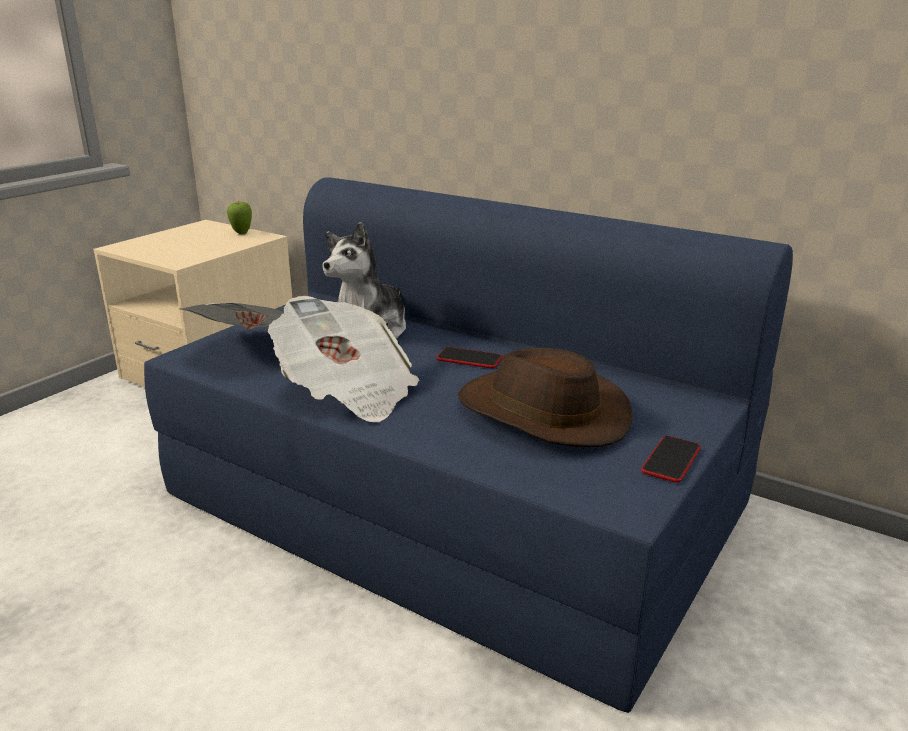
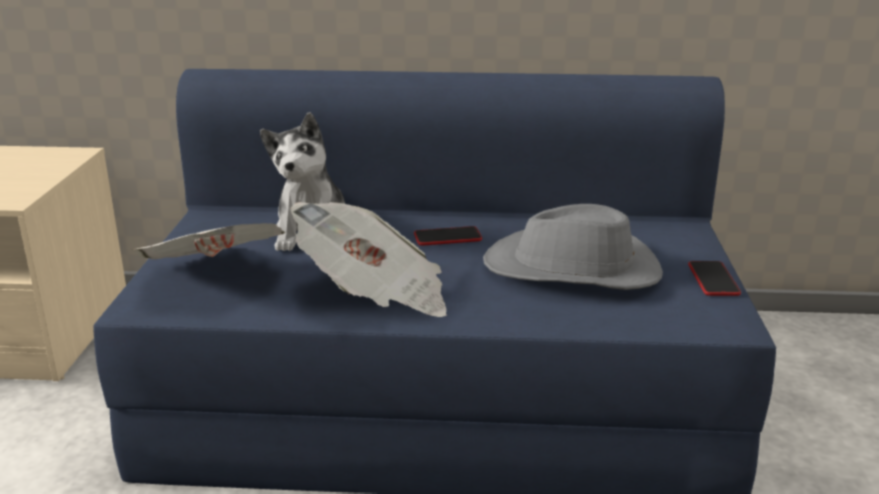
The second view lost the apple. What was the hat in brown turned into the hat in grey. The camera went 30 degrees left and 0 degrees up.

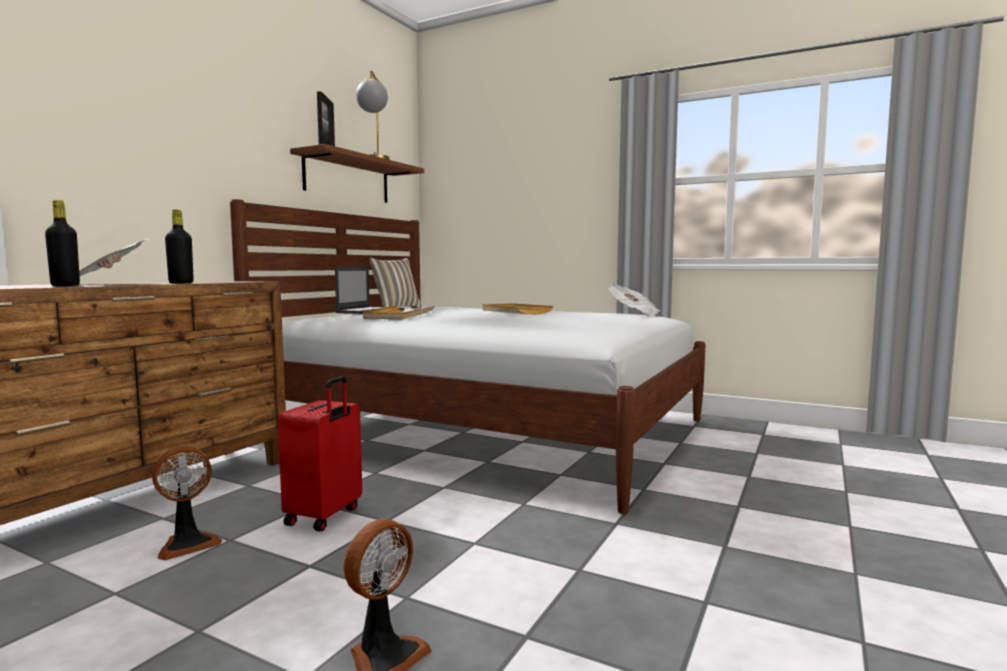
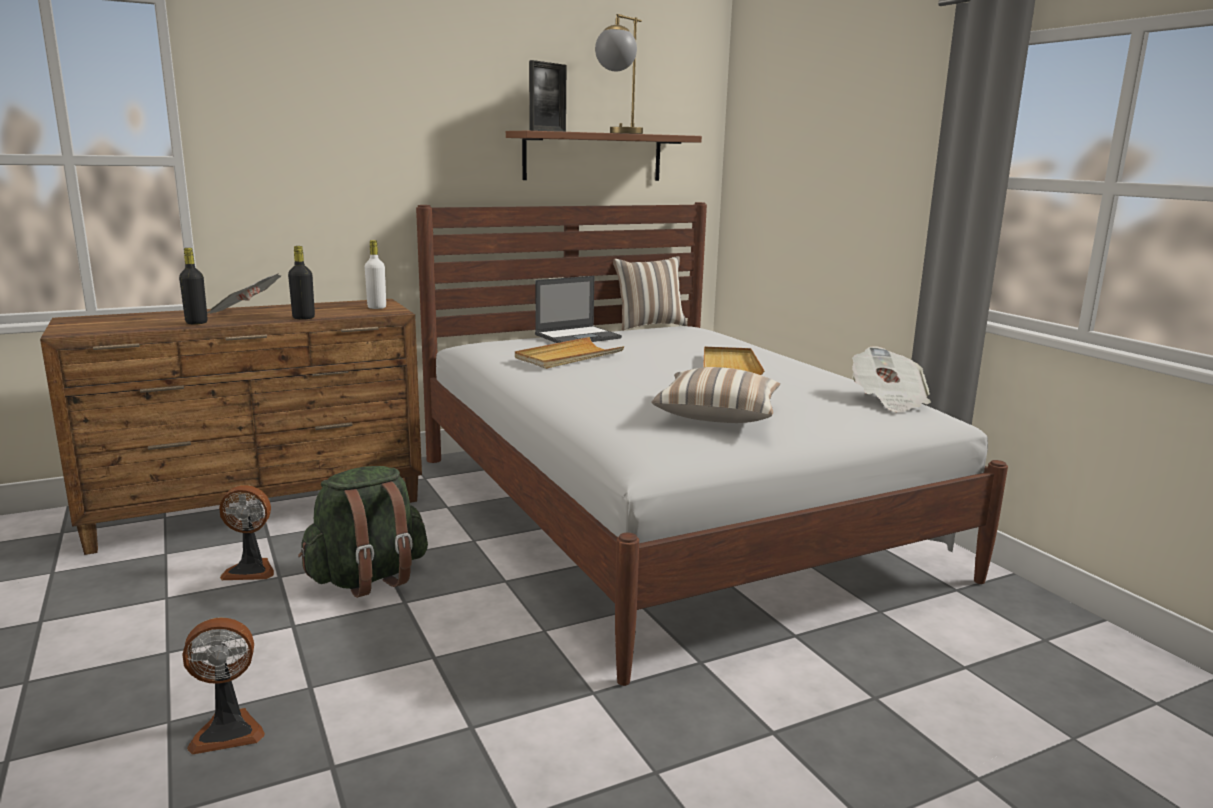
The second view gained the bottle in white. The second view gained the pillow (2nd from left). Where the suitcase in red stood, the backpack in green came to stand. The camera went 35 degrees right and 10 degrees up.

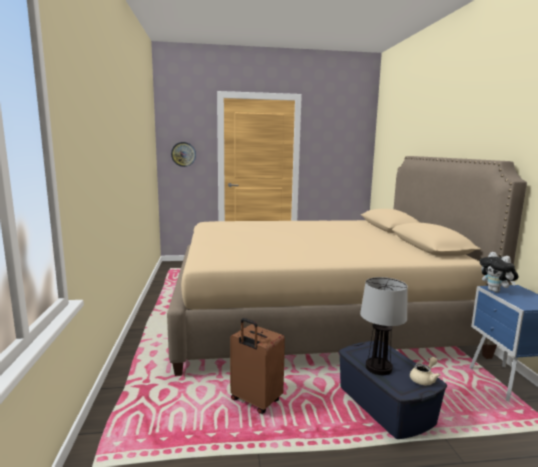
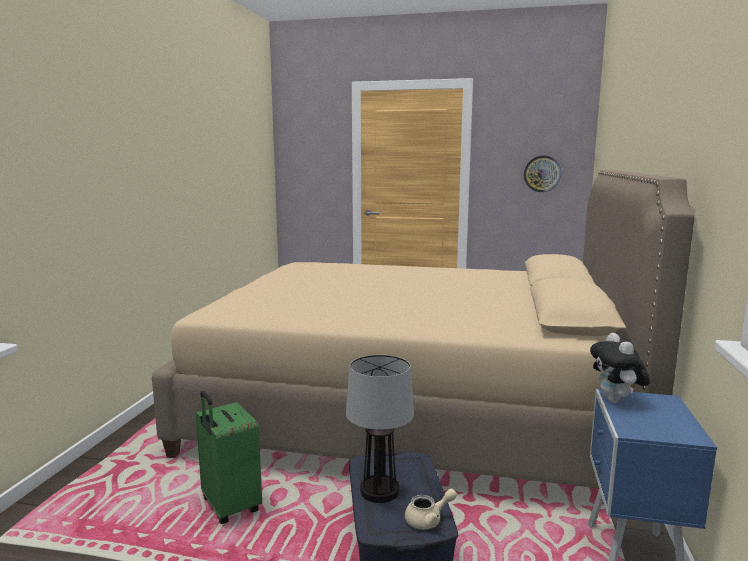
The wall clock ended up elsewhere. What was the suitcase in brown turned into the suitcase in green. The camera went 20 degrees right and 0 degrees up.

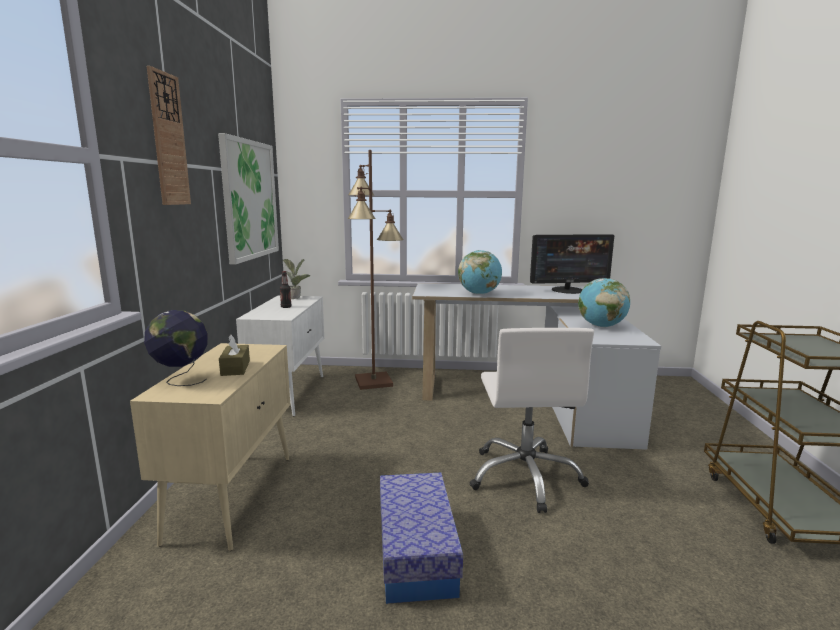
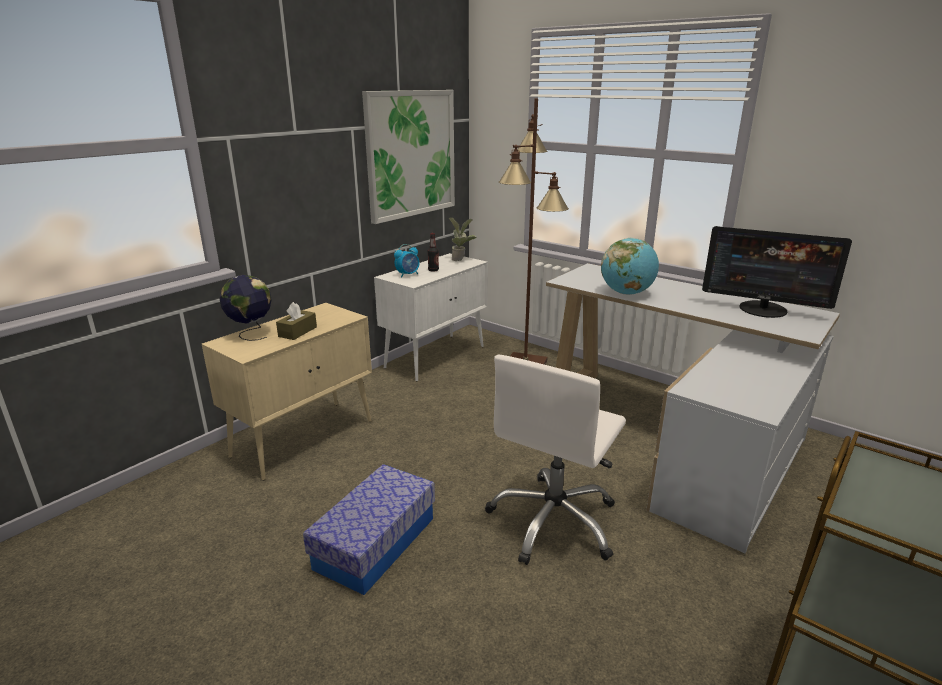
The second view lost the wall clock. The second view lost the globe (3rd from left). The second view gained the alarm clock. The camera went 35 degrees right and 10 degrees up.

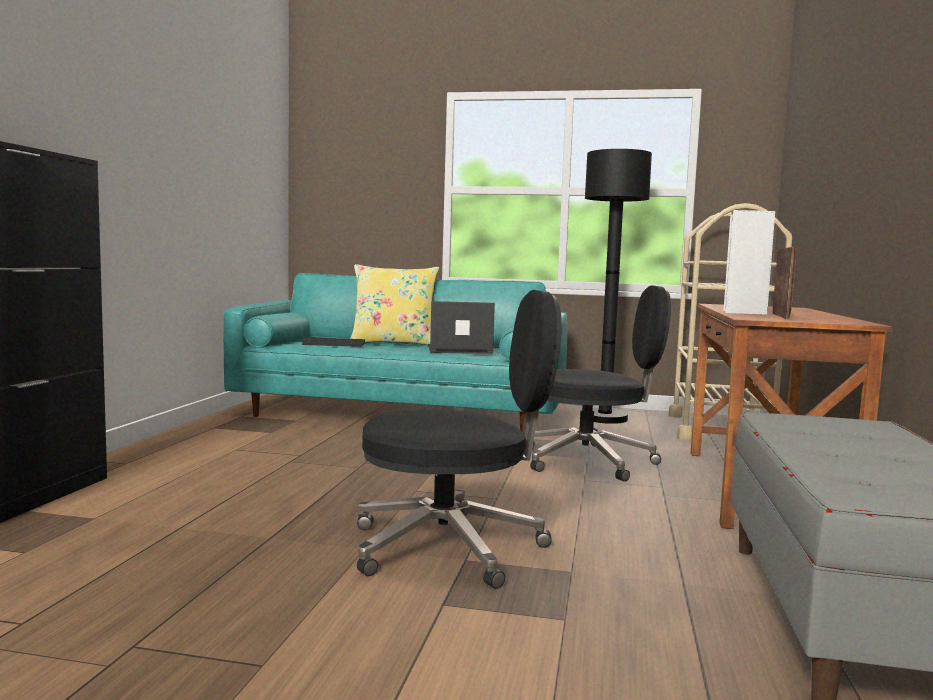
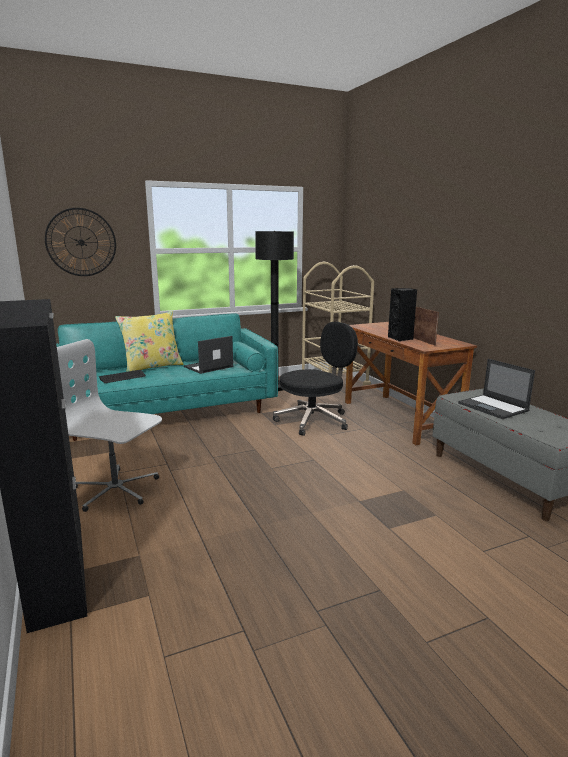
The second view lost the office chair in black (1st from left). The second view gained the wall clock. The second view gained the office chair in white. The second view gained the laptop (2nd from left). What was the speaker in white turned into the speaker in black. The camera went 35 degrees left and 10 degrees up.

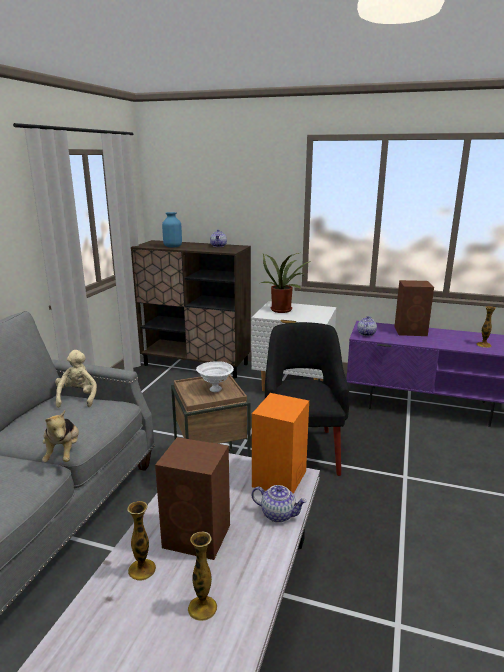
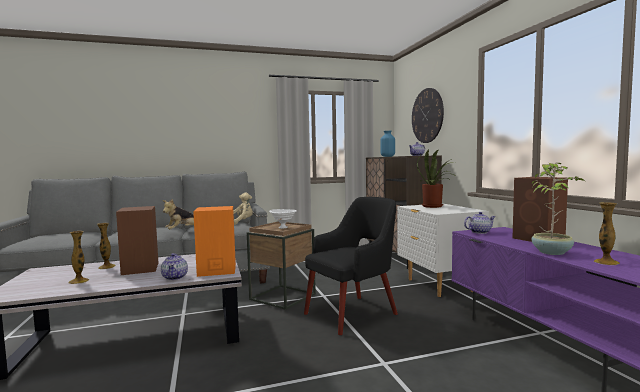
The second view gained the wall clock. The second view gained the potted plant (2nd from left). The camera went 55 degrees right and 15 degrees down.

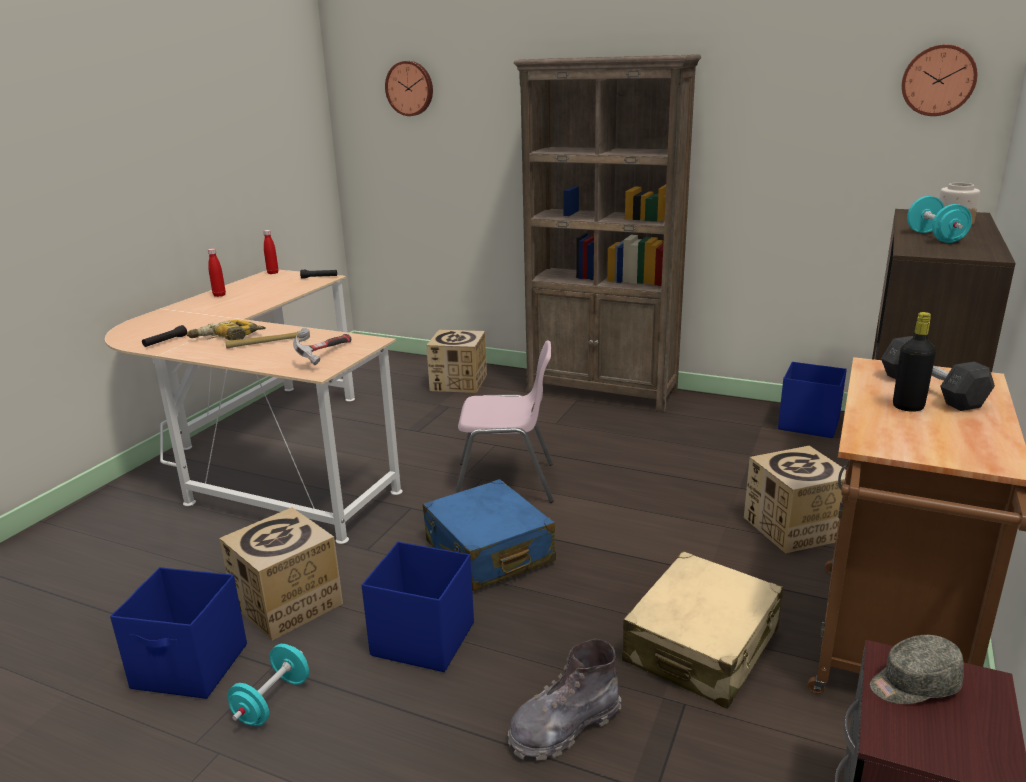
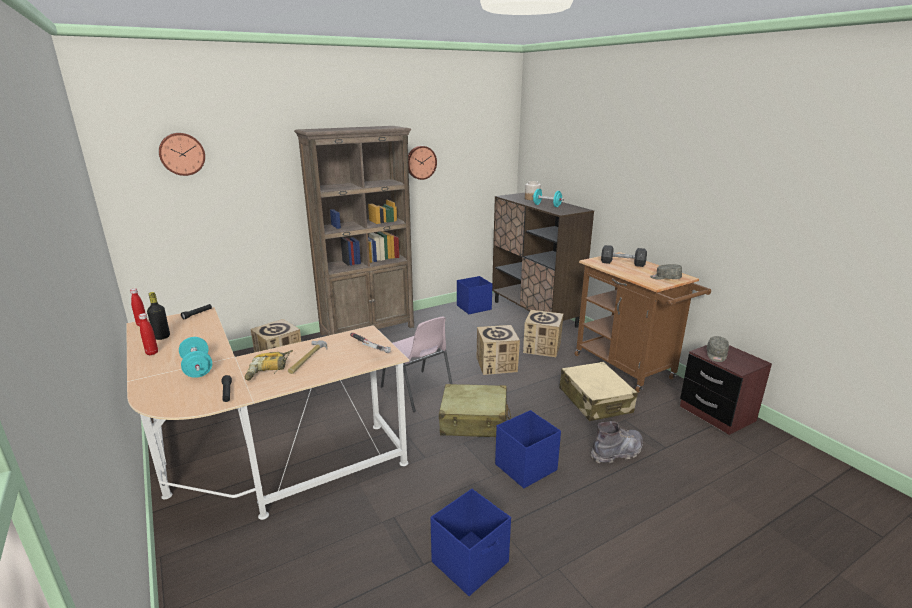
The second view gained the cap in grey (1st from left). The cardboard box (1st from left in the first image) ended up elsewhere. The dumbbell in turquoise (1st from left) ended up elsewhere. The bottle in black ended up elsewhere. The wall clock (2nd from left) ended up elsewhere. What was the suitcase in blue turned into the suitcase in beige (1st from left). The chair in pink ended up facing another way, 105 degrees clockwise from before. The boot in grey ended up facing another way, 120 degrees counterclockwise from before. The camera went 55 degrees left and 0 degrees up.

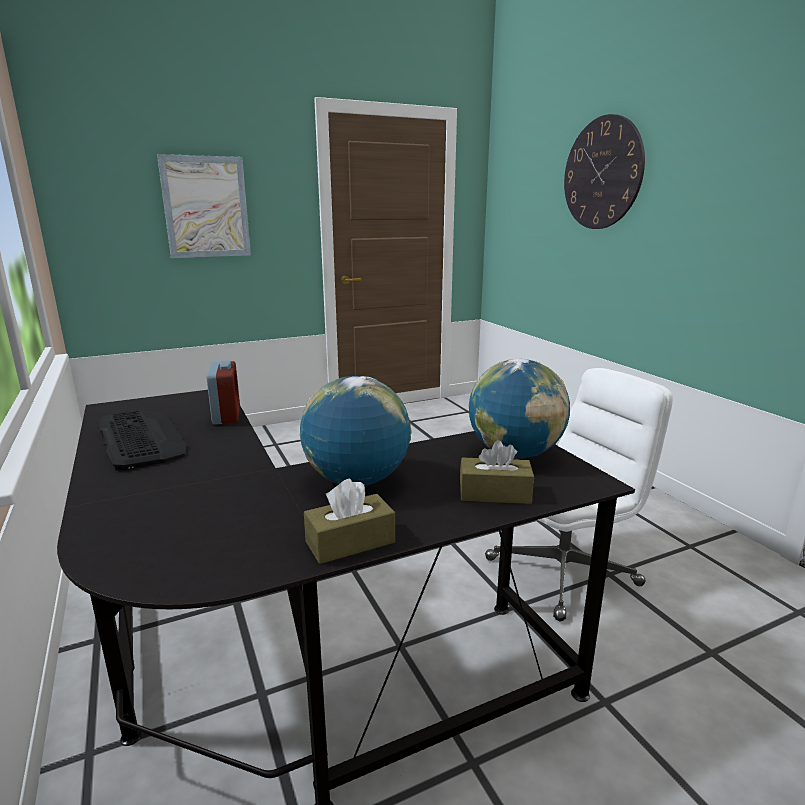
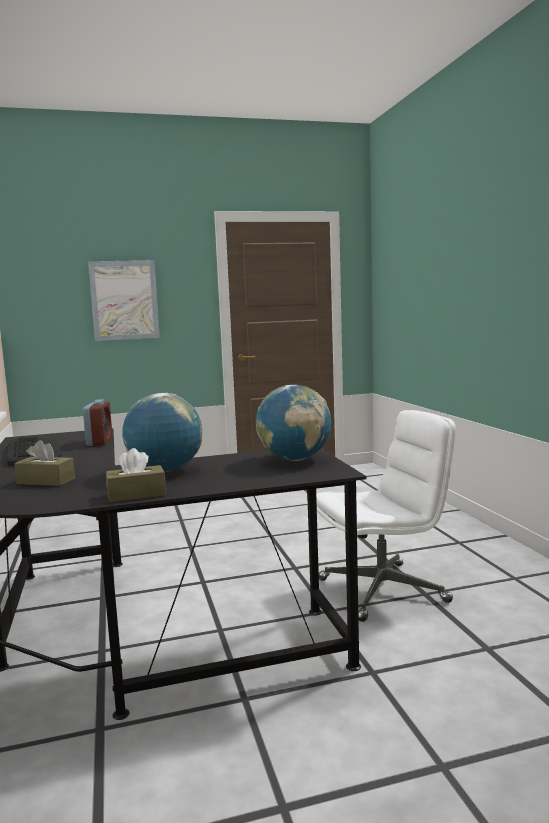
The second view lost the wall clock. The tissue box in brown (2nd from left in the first image) ended up elsewhere. The camera went 10 degrees right and 10 degrees down.

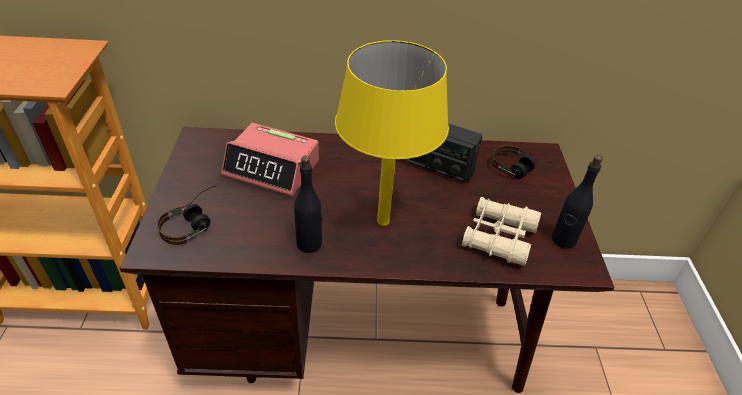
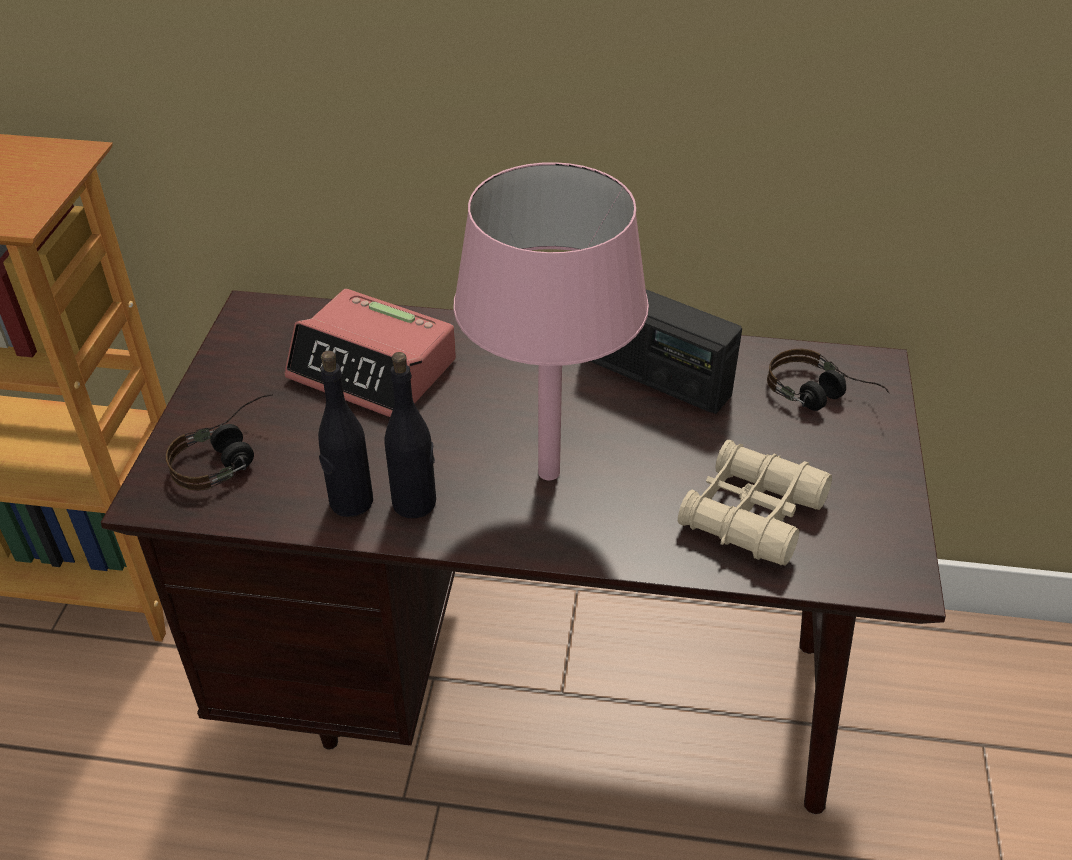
The bottle in black (2nd from left in the first image) ended up elsewhere. What was the table lamp in yellow turned into the table lamp in pink. The camera went 10 degrees right and 0 degrees up.

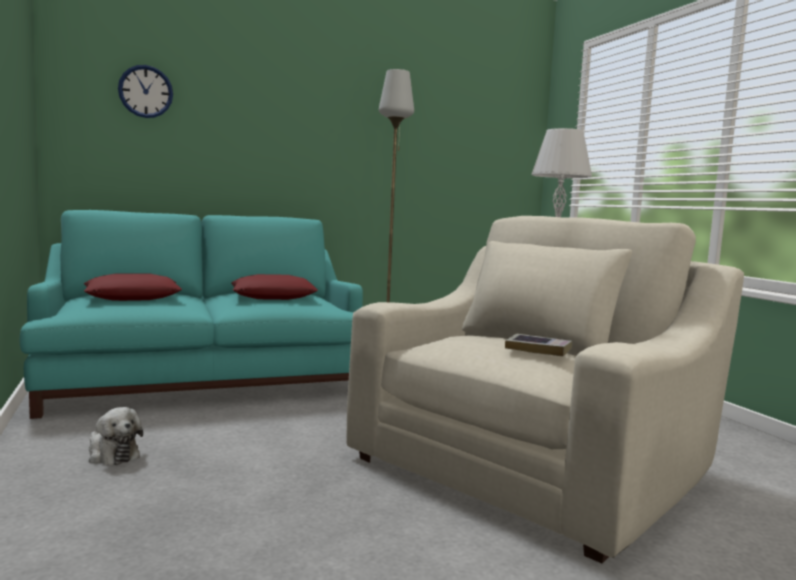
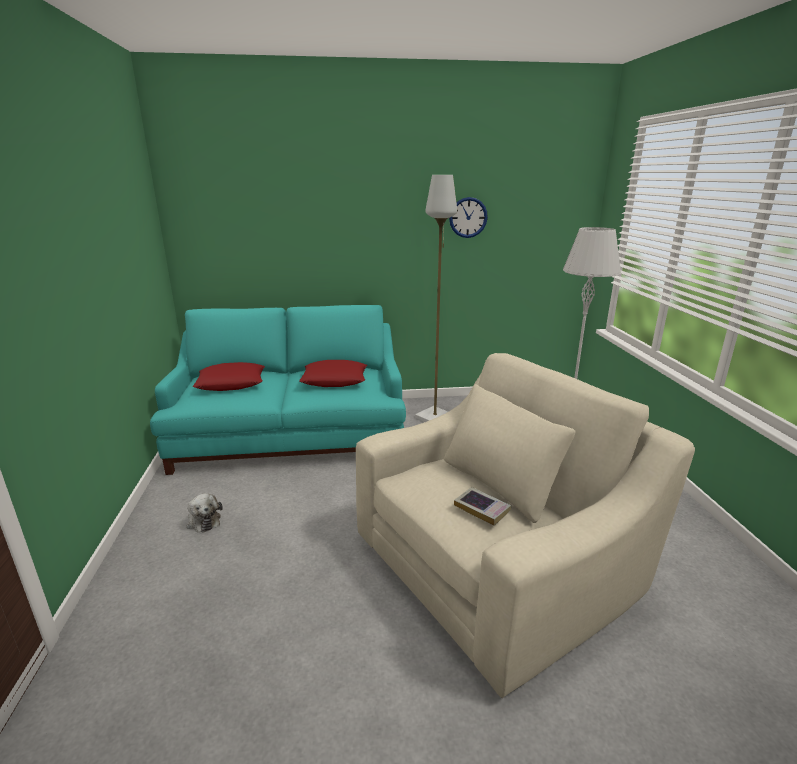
The wall clock ended up elsewhere. The camera went 15 degrees right and 15 degrees up.

